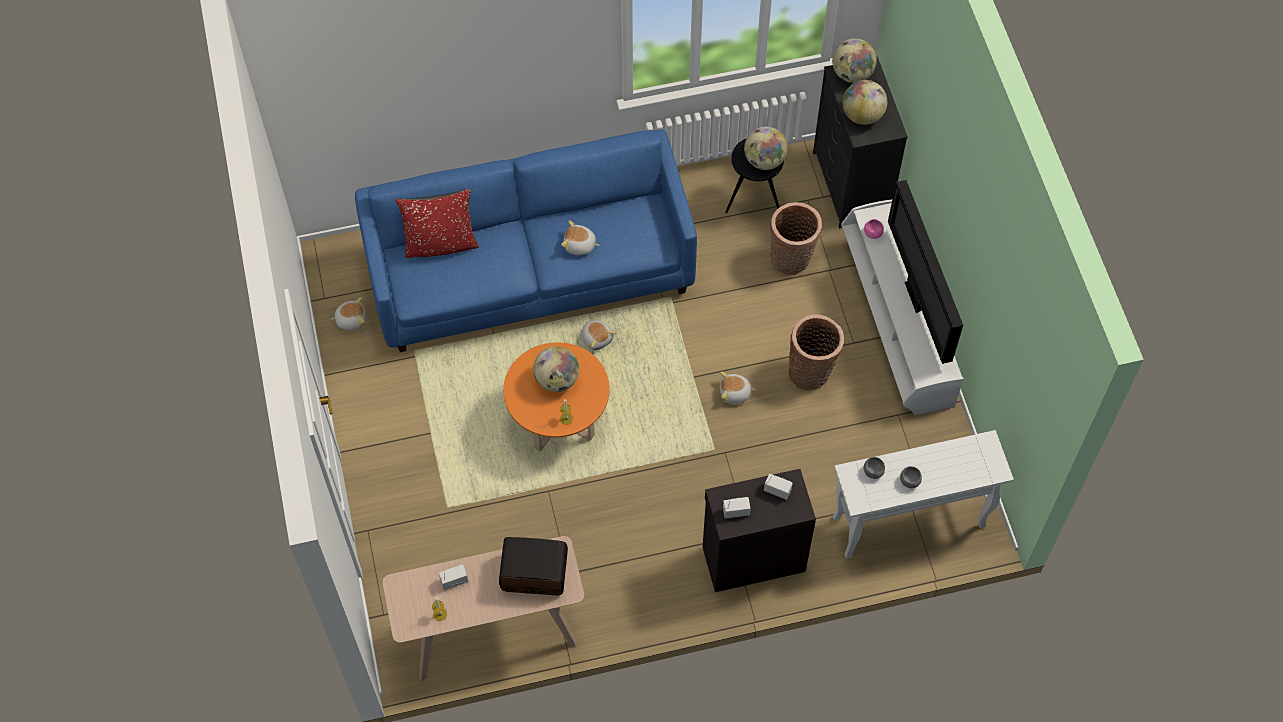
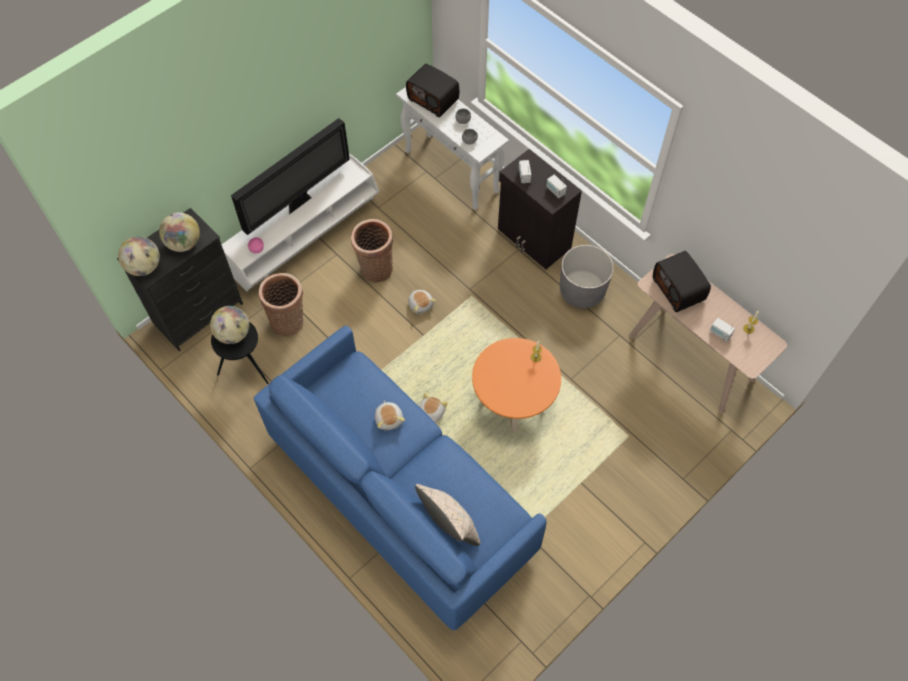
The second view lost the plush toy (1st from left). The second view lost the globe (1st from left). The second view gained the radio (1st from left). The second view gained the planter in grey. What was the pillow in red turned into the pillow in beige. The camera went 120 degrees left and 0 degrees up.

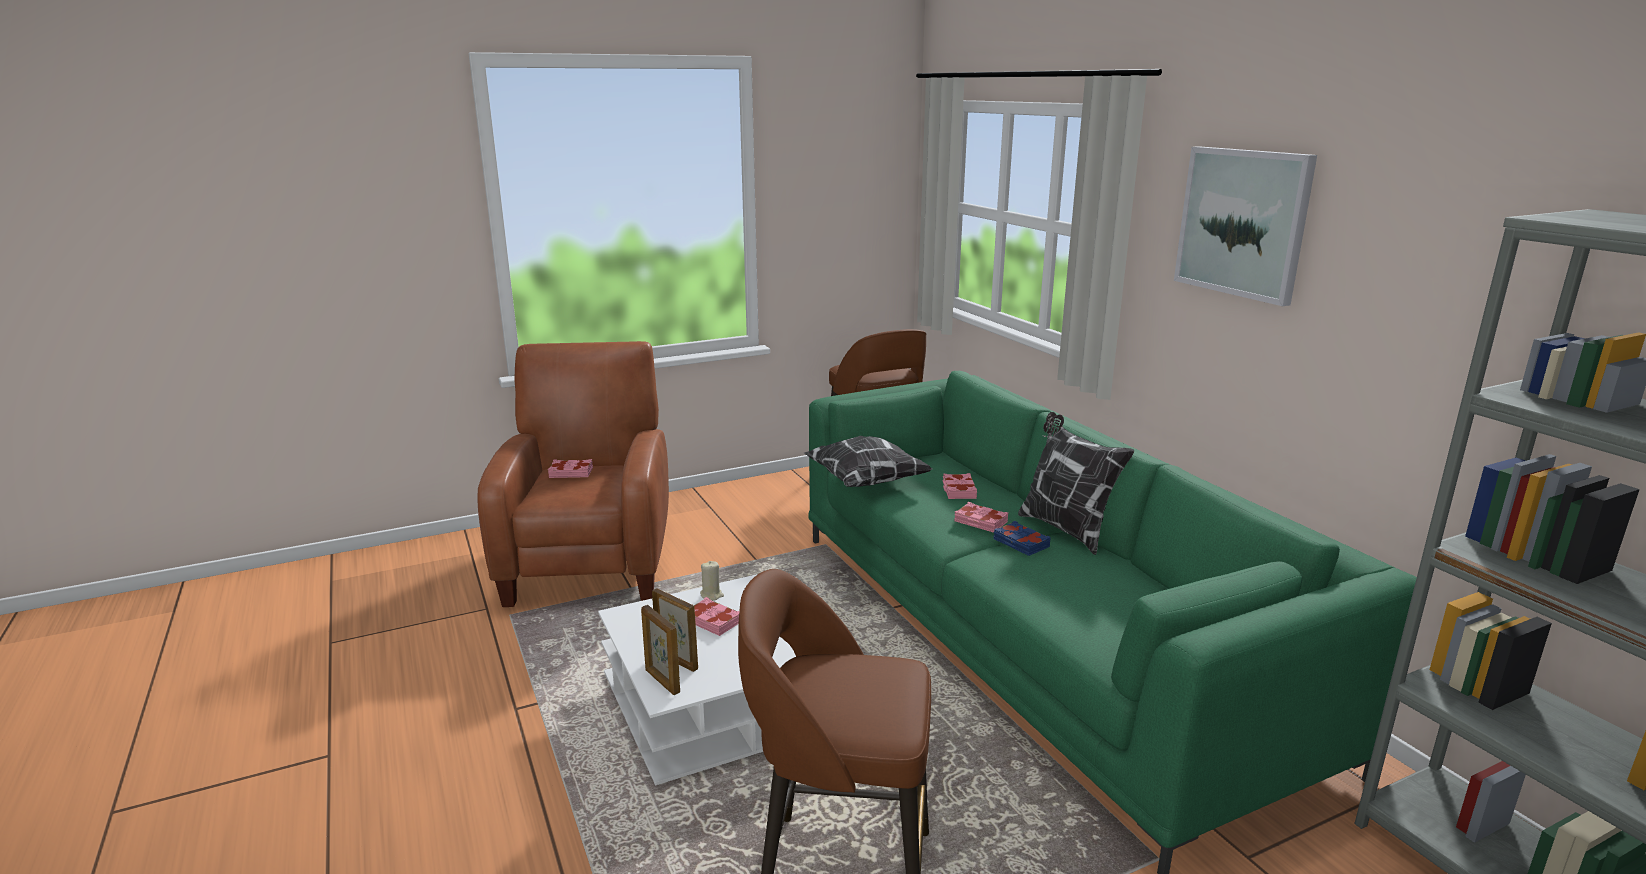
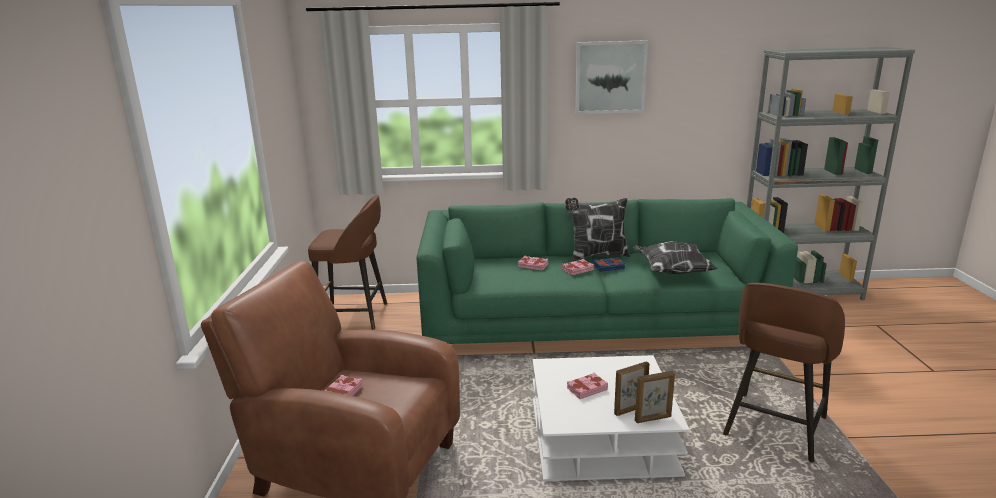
The second view lost the candle in beige. The pillow (1st from left in the first image) ended up elsewhere. The camera went 65 degrees left and 0 degrees up.

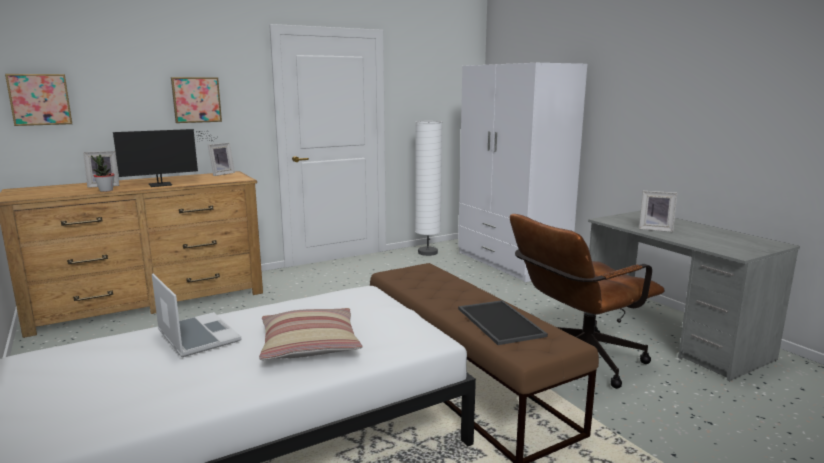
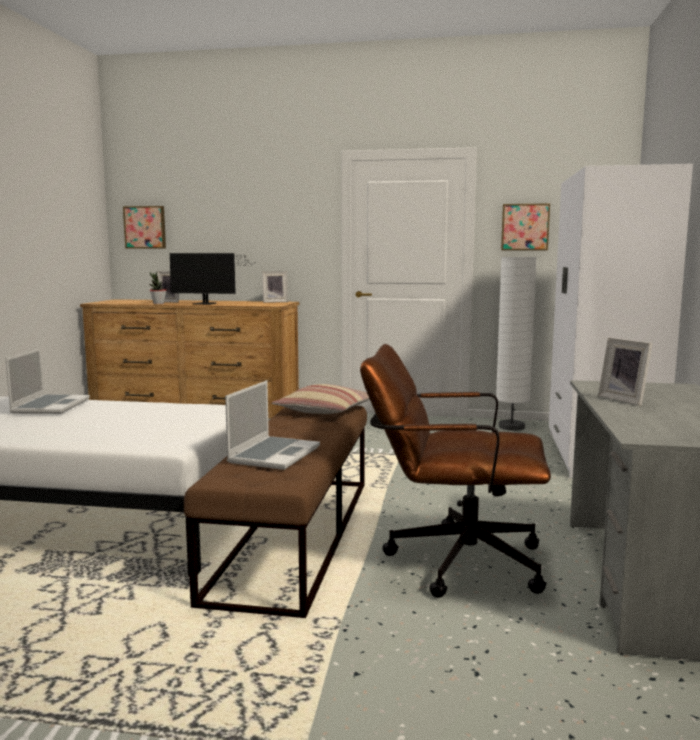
The picture (2nd from left) ended up elsewhere. The pillow ended up elsewhere. Where the tray stood, the laptop (2nd from left) came to stand. The camera went 40 degrees right and 5 degrees down.

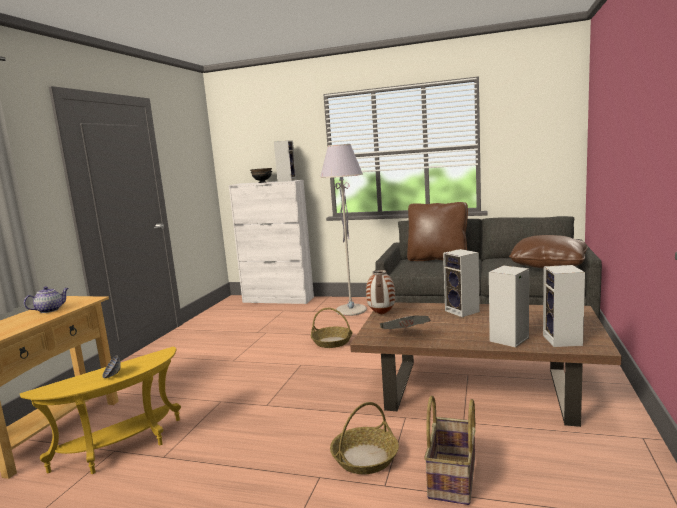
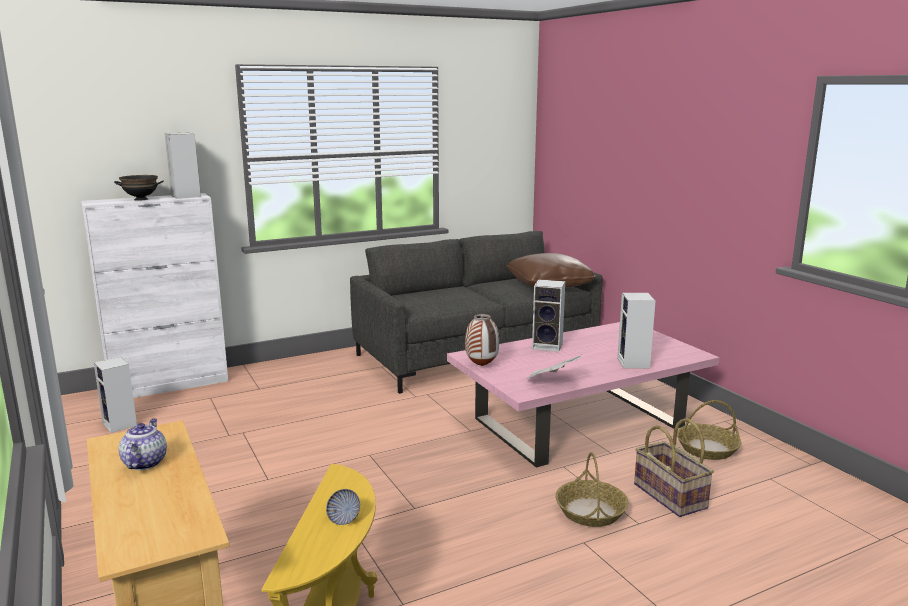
The second view lost the floor lamp in grey. The second view lost the pillow in brown (1st from left). The basket (1st from left in the first image) ended up elsewhere. The speaker (4th from left in the first image) ended up elsewhere. What was the coffee table in brown turned into the coffee table in pink. The camera went 45 degrees left and 5 degrees up.

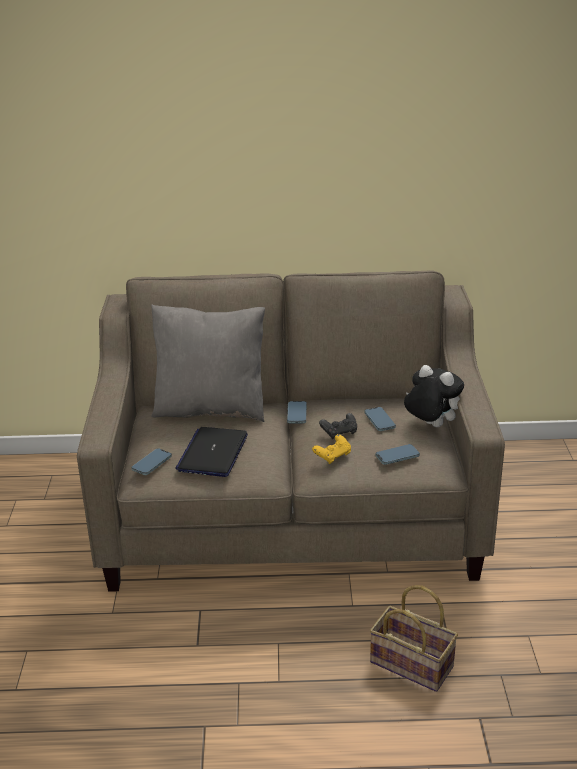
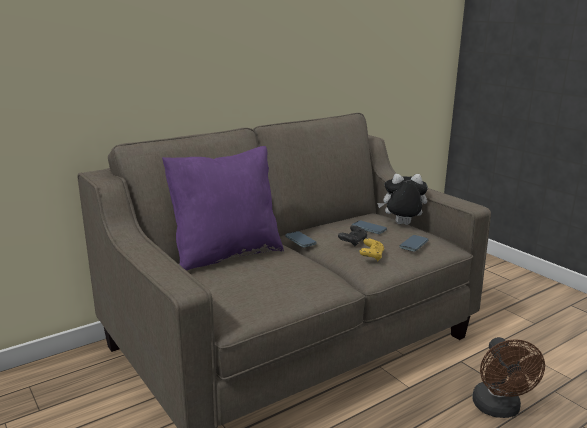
The second view lost the phone (1st from left). The second view lost the laptop. Where the basket stood, the fan in brown came to stand. What was the pillow in grey turned into the pillow in purple. The camera went 35 degrees left and 10 degrees down.

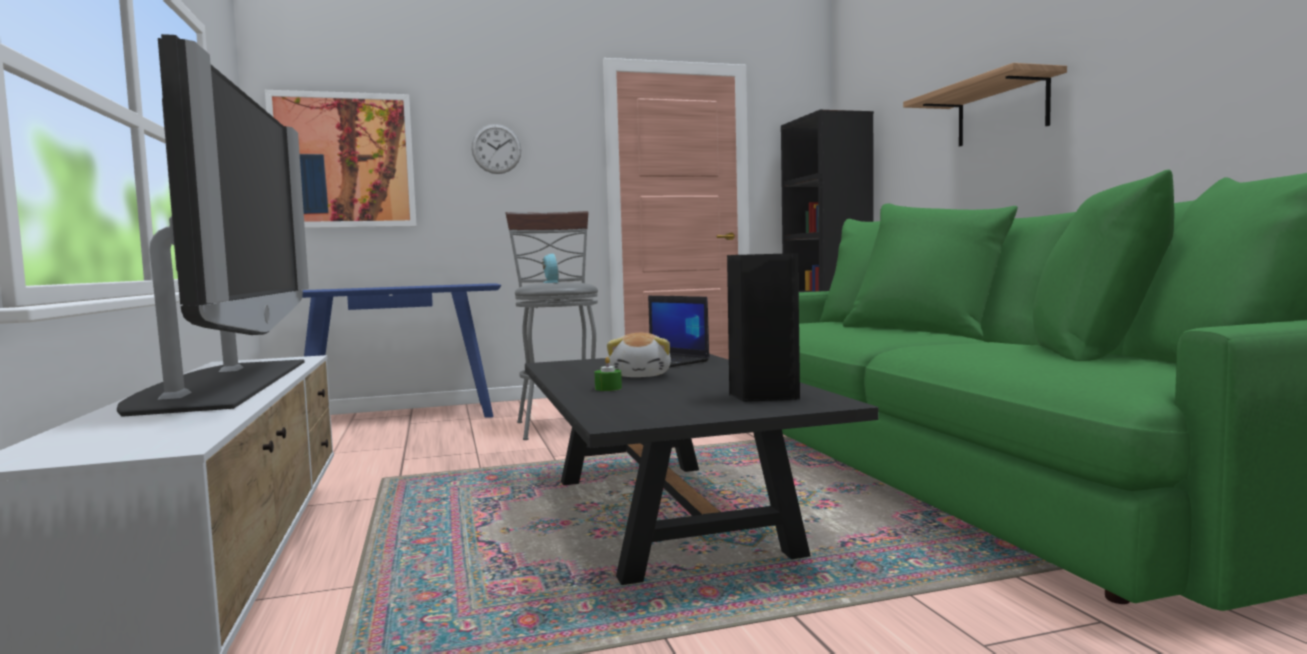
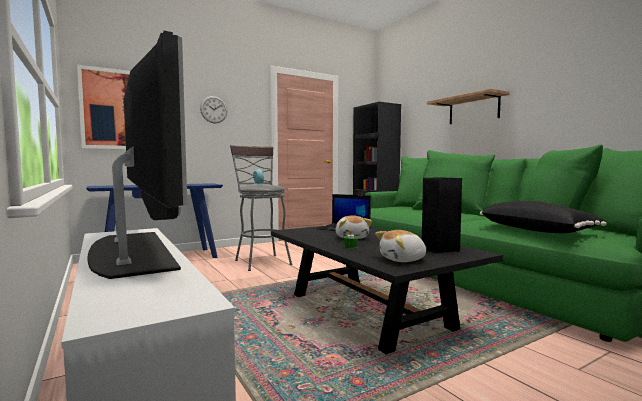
The second view gained the plush toy (2nd from left). The second view gained the pillow in black. The camera went 15 degrees left and 0 degrees up.

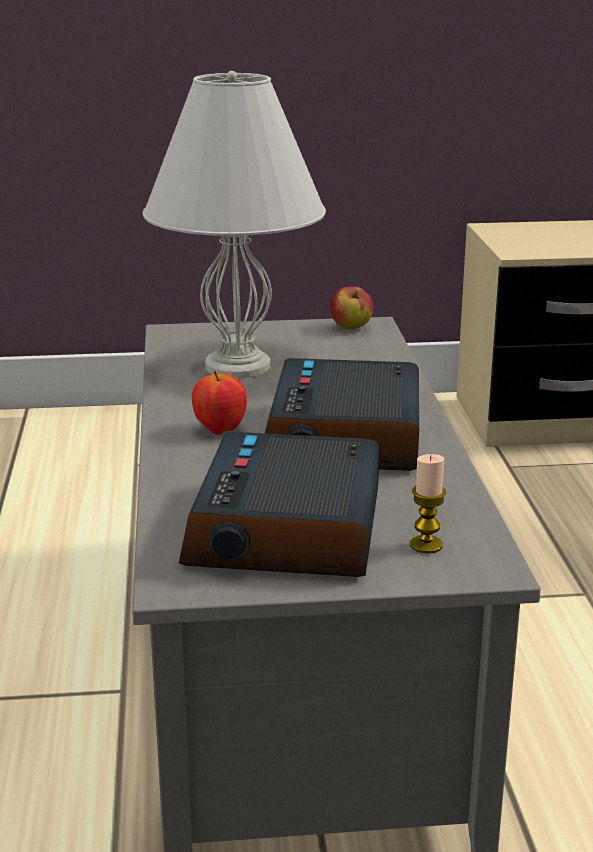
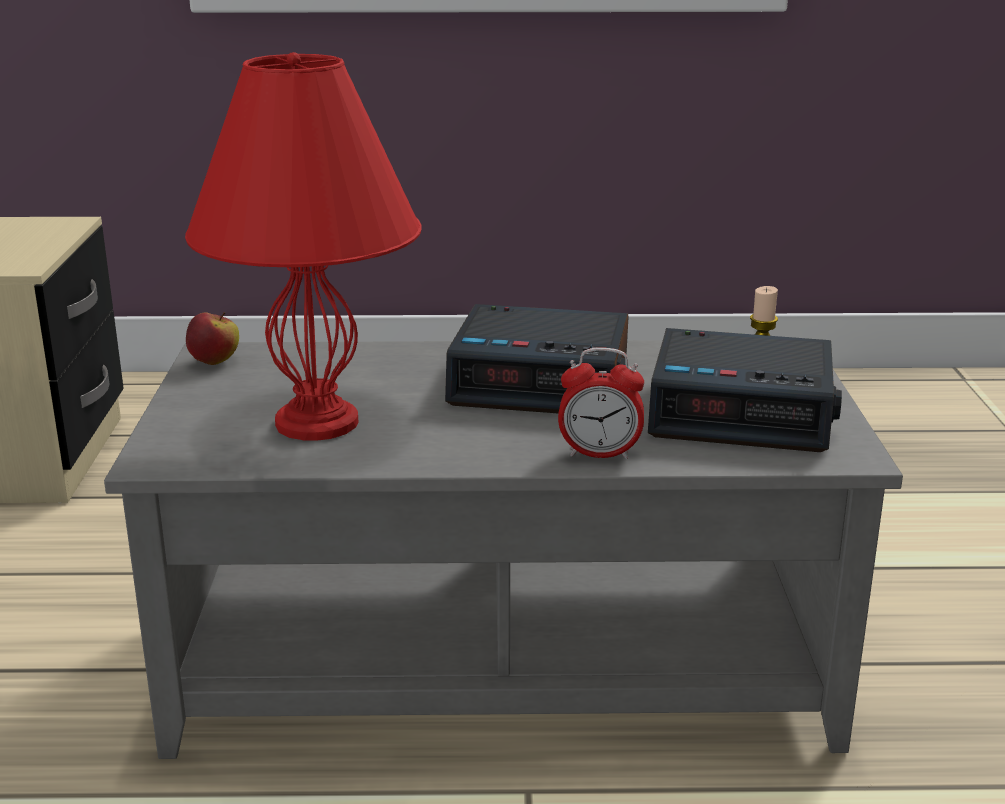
The second view lost the apple (1st from left). The second view gained the alarm clock (2nd from left). What was the table lamp in white turned into the table lamp in red. The camera went 85 degrees left and 0 degrees up.

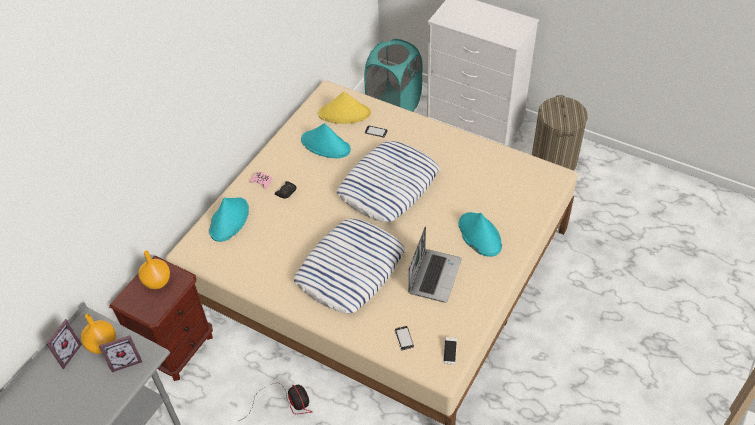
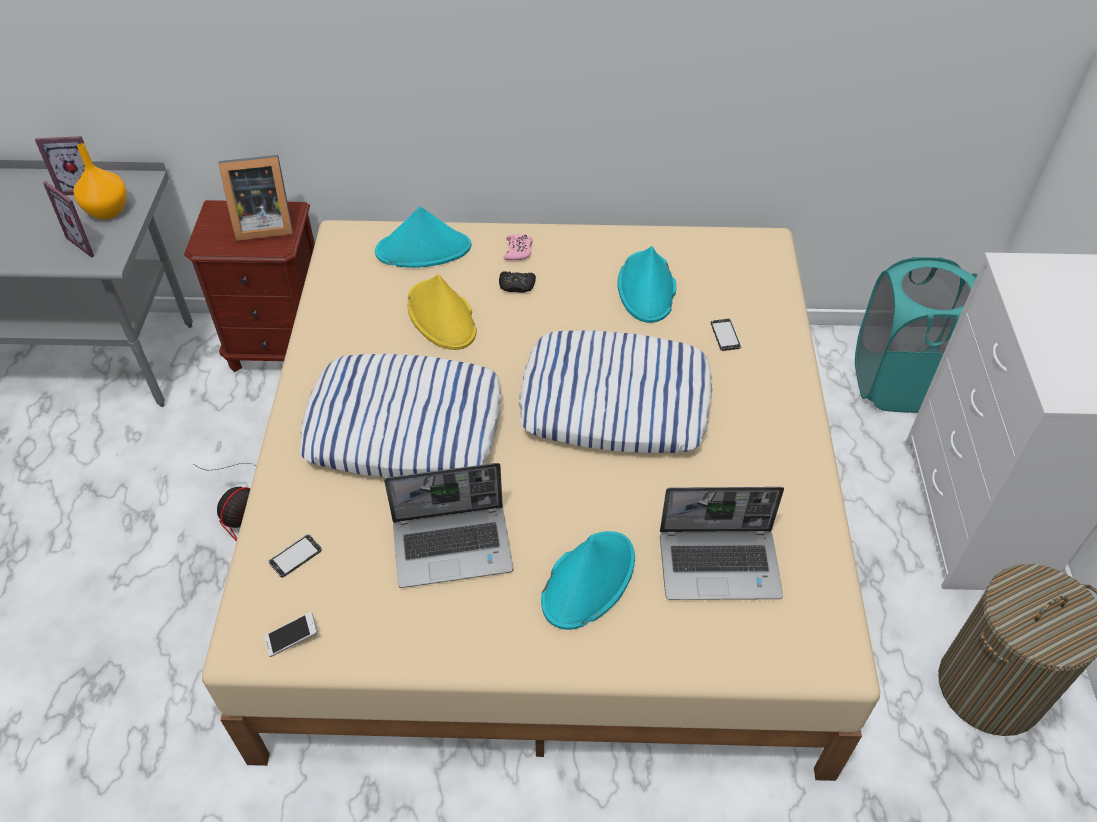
The second view gained the laptop (2nd from left). The hat in yellow ended up elsewhere. Where the vase in orange (2nd from left) stood, the picture frame (3rd from left) came to stand. The camera went 60 degrees right and 0 degrees up.

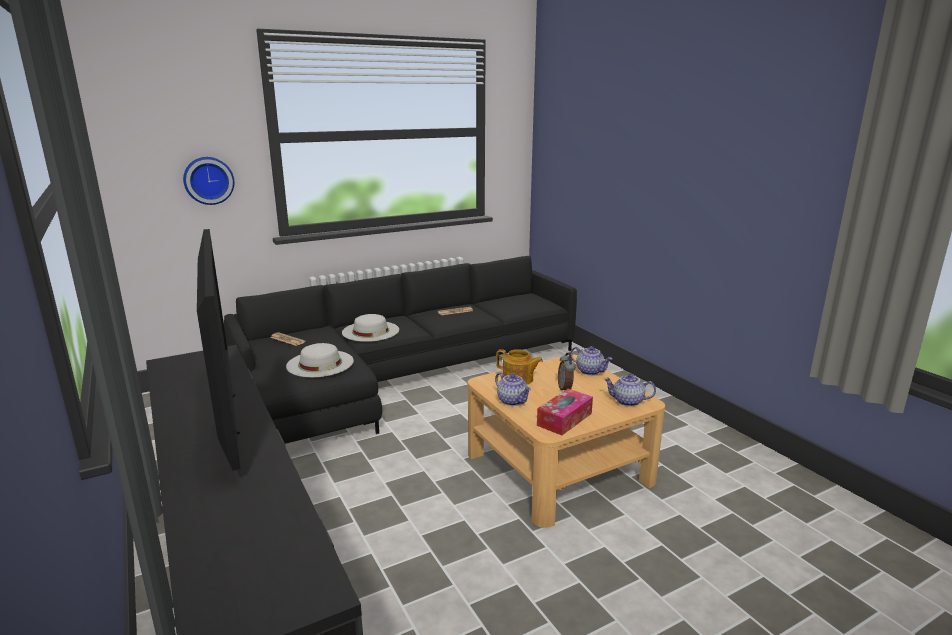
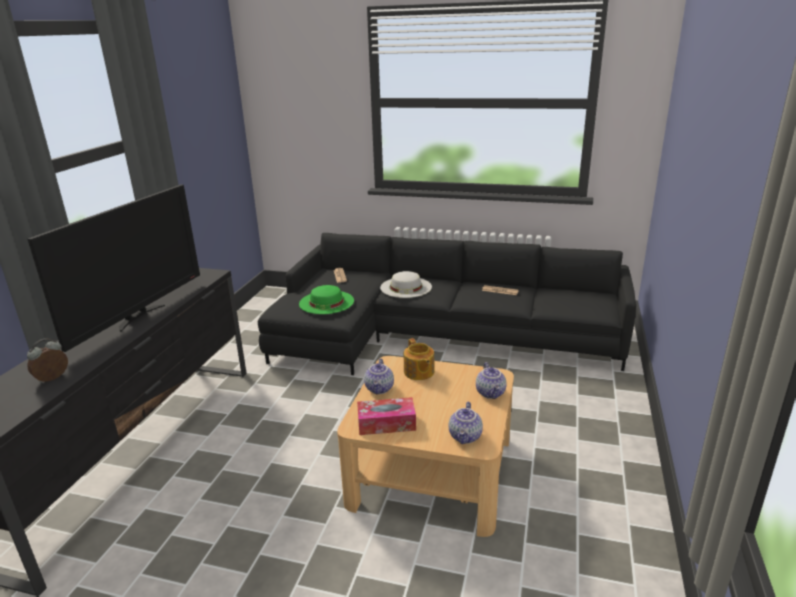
The second view lost the wall clock. The alarm clock ended up elsewhere. What was the hat in white (1st from left) turned into the hat in green. The teapot (4th from left in the first image) ended up facing another way, 135 degrees counterclockwise from before. The camera went 45 degrees right and 5 degrees up.

